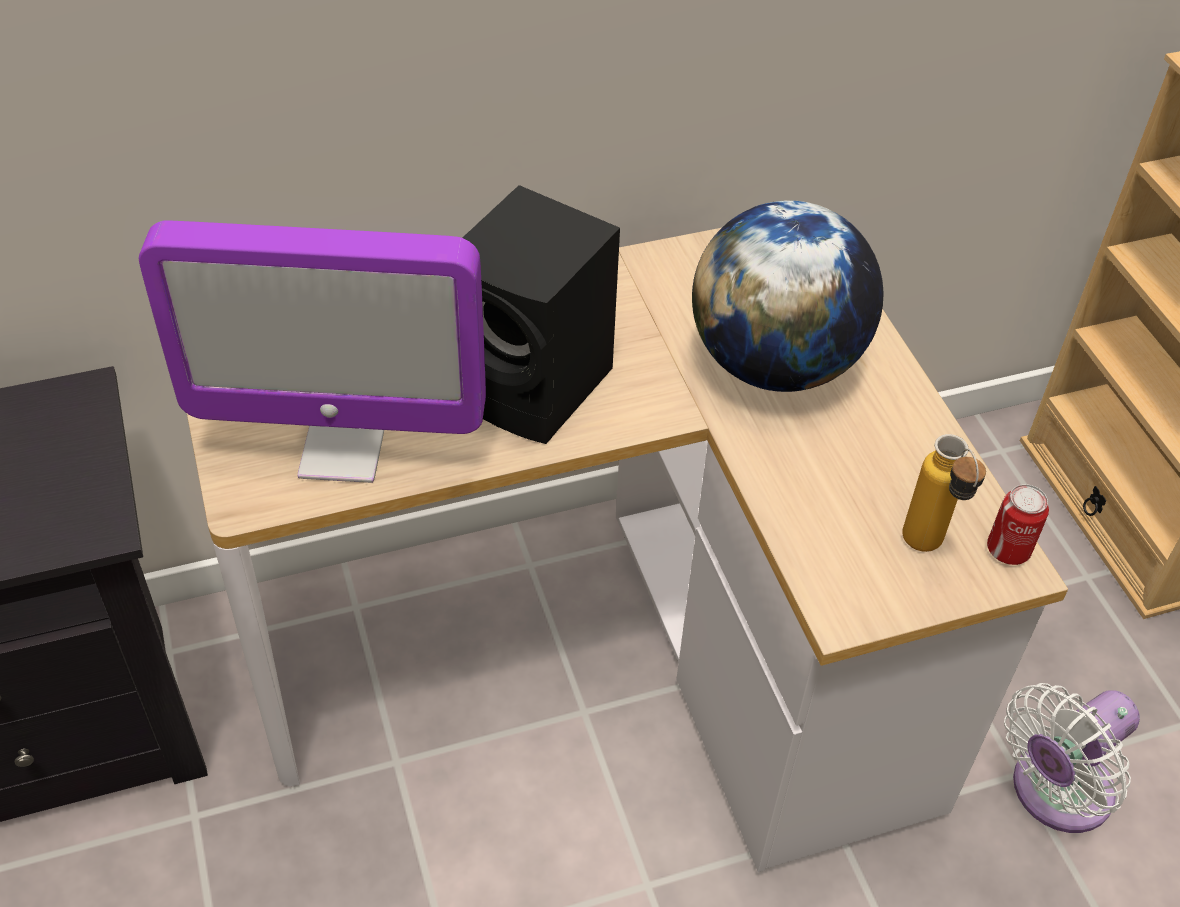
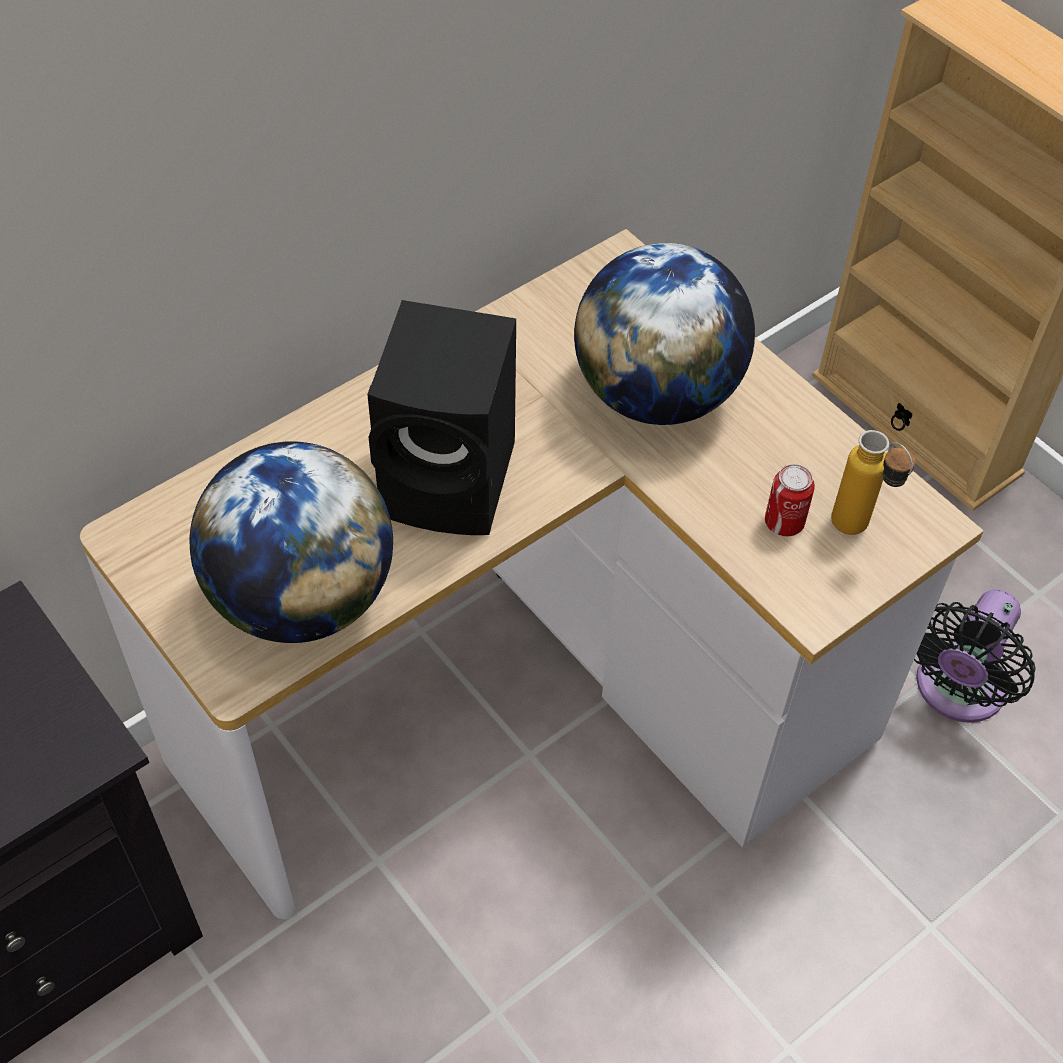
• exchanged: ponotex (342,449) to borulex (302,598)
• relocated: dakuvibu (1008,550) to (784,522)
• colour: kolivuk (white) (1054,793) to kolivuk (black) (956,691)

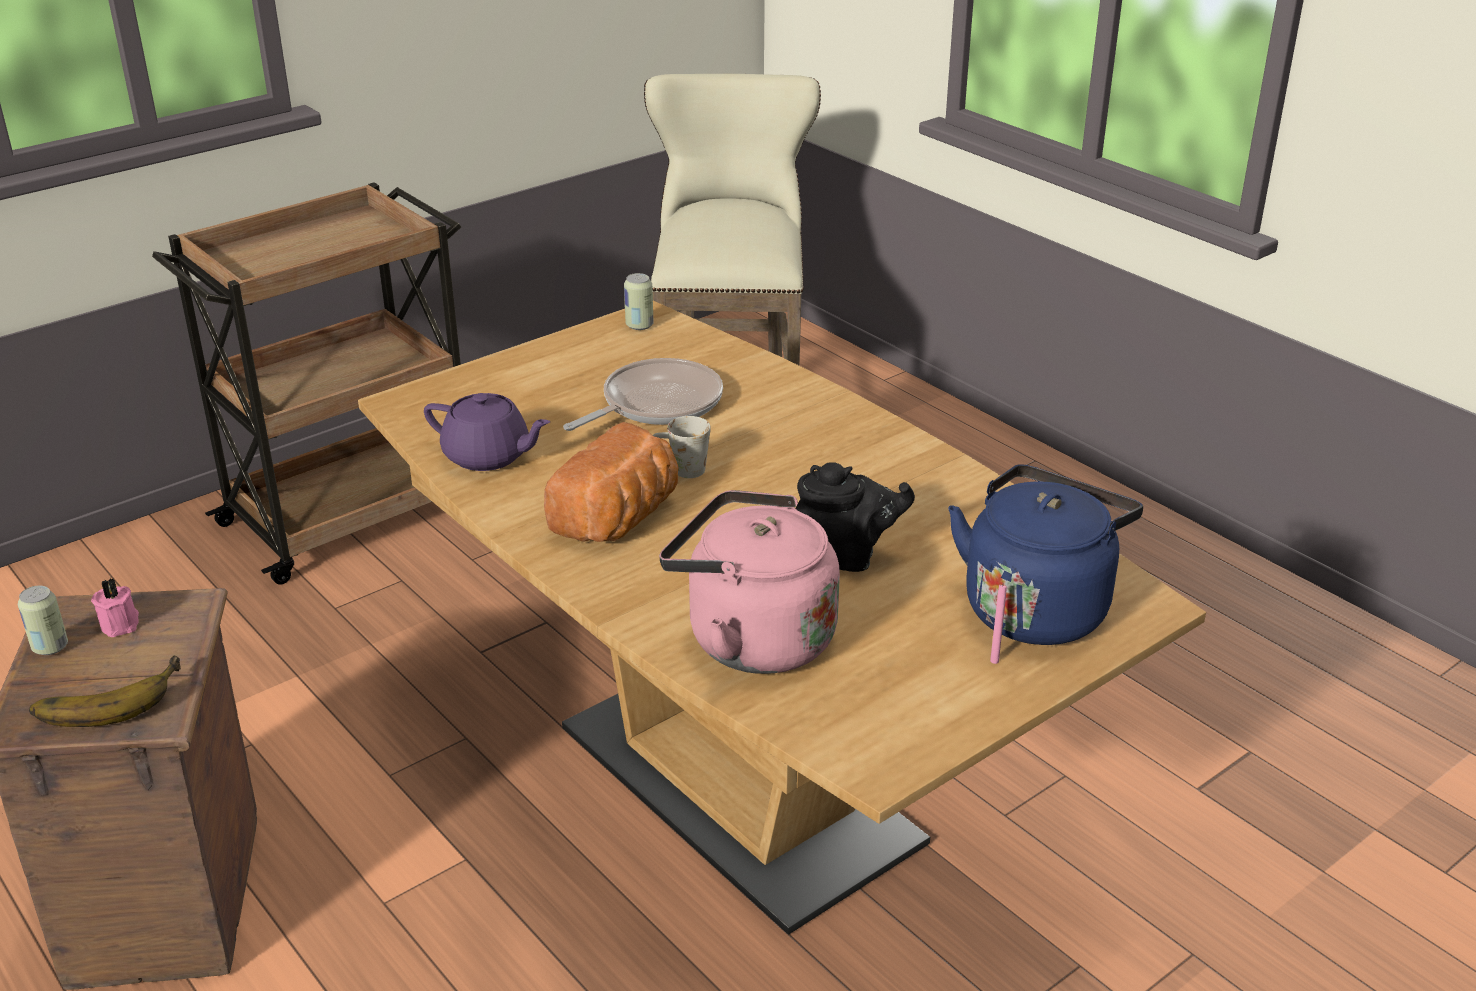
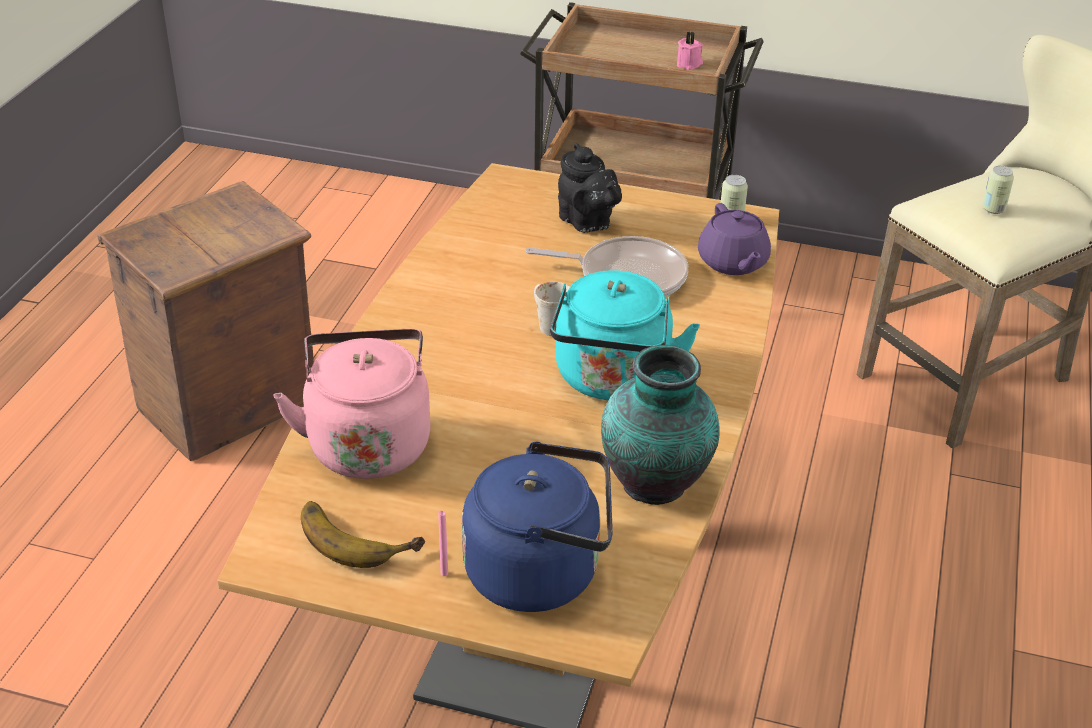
• relocated: dakuvibu (50,647) to (993,209)
• relocated: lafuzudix (107,698) to (358,534)
• relocated: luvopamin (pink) (121,624) to (689,64)
• relocated: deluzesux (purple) (488,456) to (733,263)
• missing: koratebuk (620,518)
• relocated: deluzesux (black) (845,559) to (587,223)
• appeared: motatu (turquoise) (612,380)
• appeared: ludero (657,484)

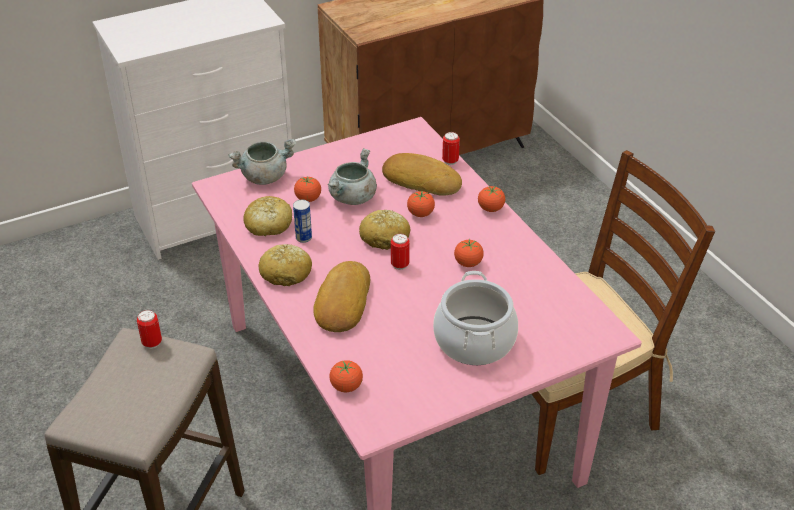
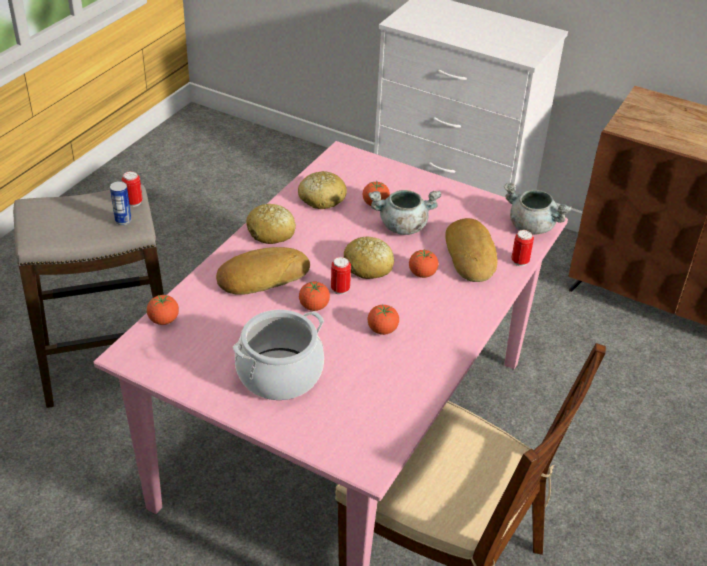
• relocated: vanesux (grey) (264,177) to (532,226)
• relocated: dakuvibu (303,238) to (123,221)
• relocated: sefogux (490,209) to (314,306)

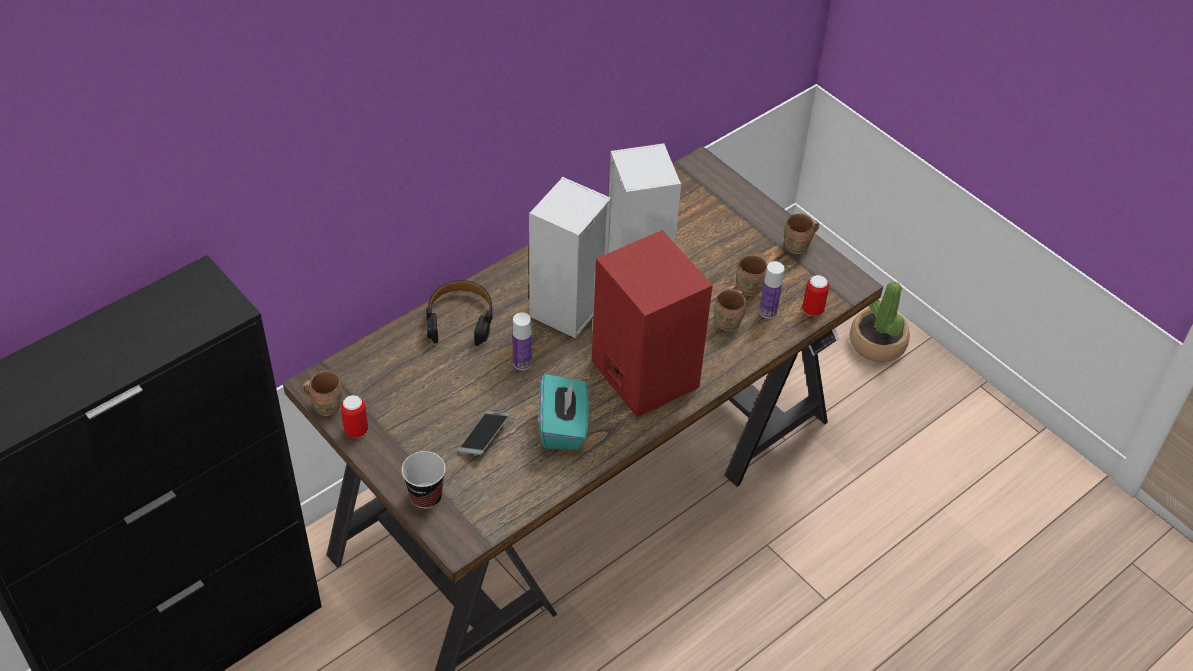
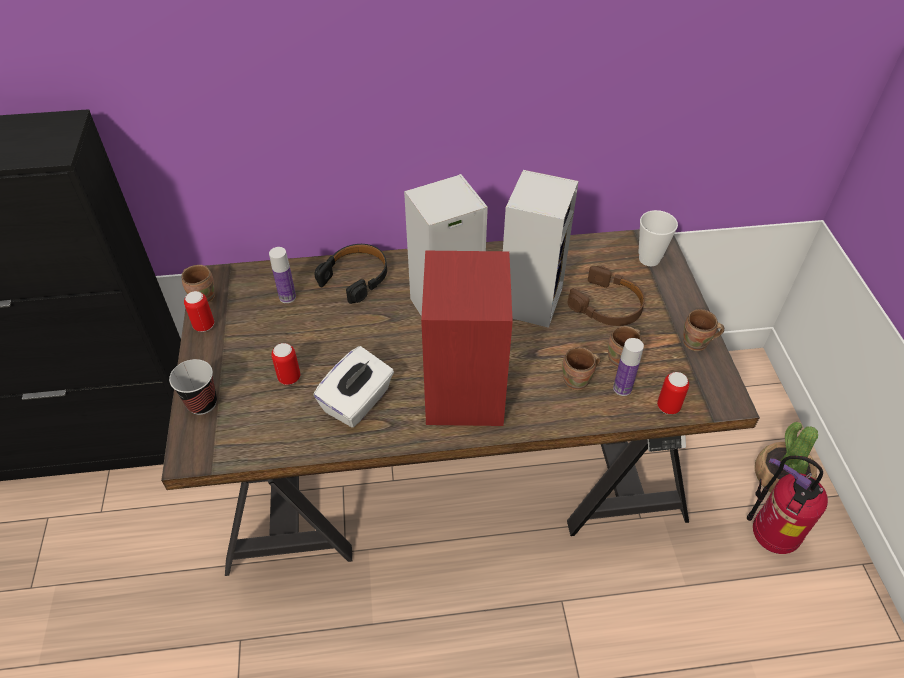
• exchanged: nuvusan (484,437) to dakuvibu (289,378)
• relocated: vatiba (522,363) to (287,297)
• colour: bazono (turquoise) (563,427) to bazono (white) (357,402)
• appeared: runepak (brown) (607,305)
• appeared: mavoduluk (649,259)
• appeared: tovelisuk (769,538)

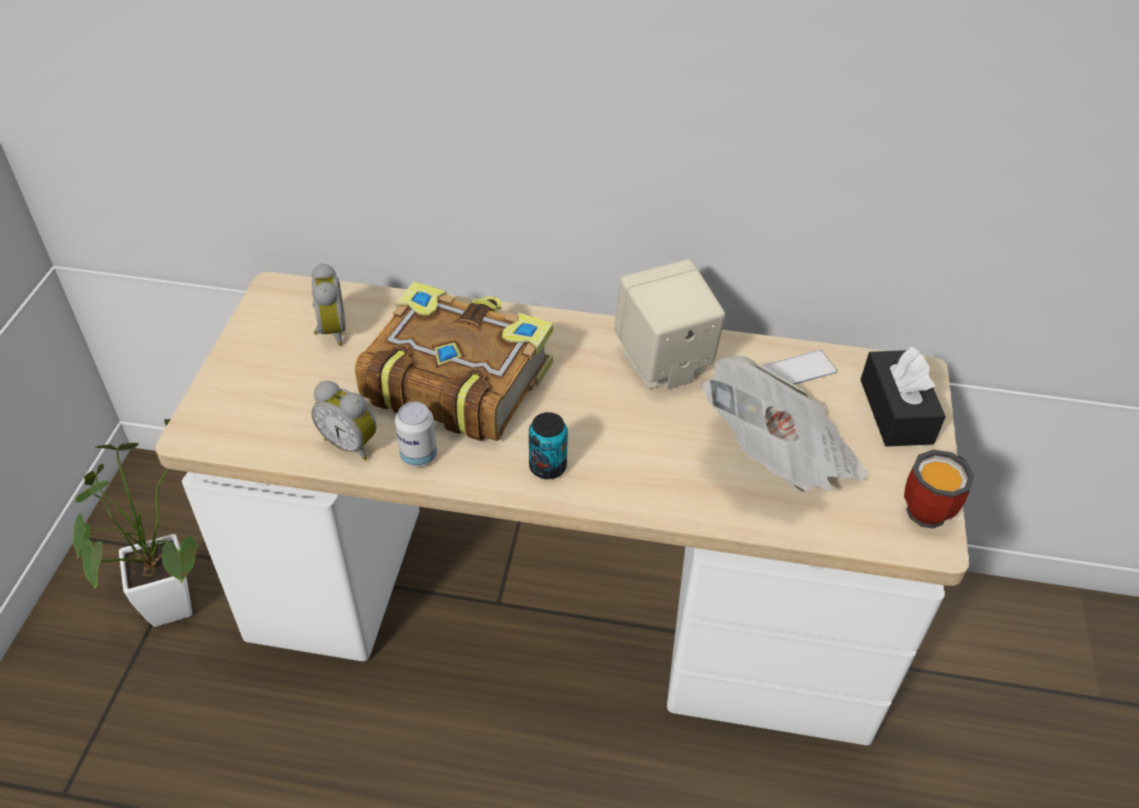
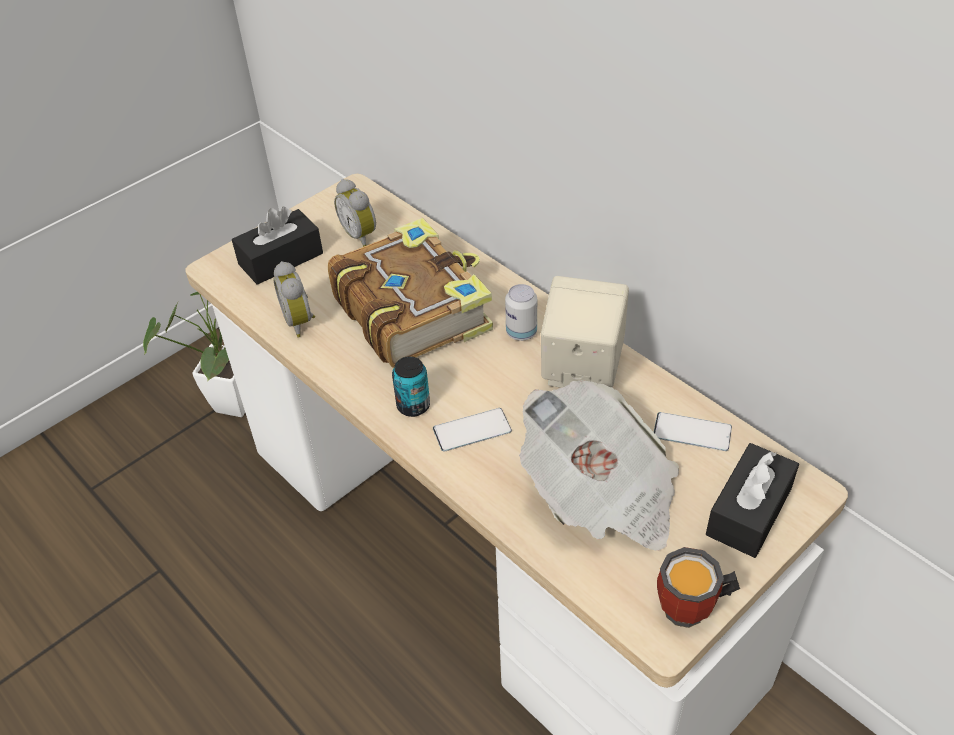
• spun: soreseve (330,331) = (361,235) 120 degrees clockwise
• relocated: dakuvibu (418,456) to (521,332)
• appeared: bazono (black) (281,259)
• appeared: nuvusan (472,430)

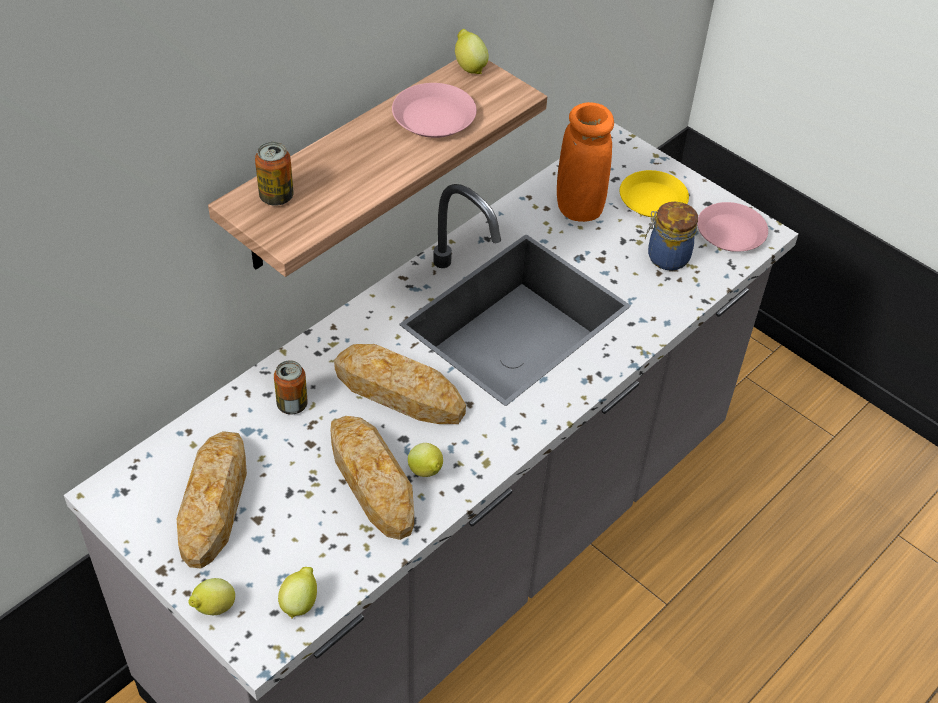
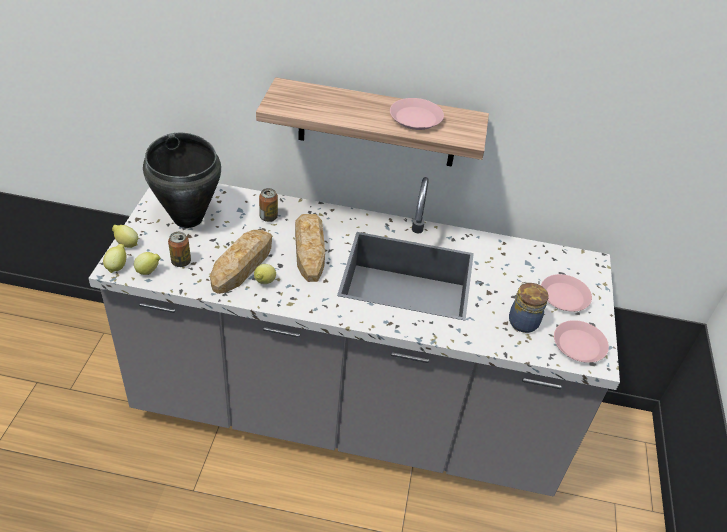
• exchanged: koratebuk (215,502) to vanesux (black) (188,218)
• relocated: dakuvibu (276,197) to (181,262)
• relocated: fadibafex (469,67) to (117,266)
• missing: ludero (orange) (579,208)
• colour: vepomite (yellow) (653,200) to vepomite (pink) (564,297)

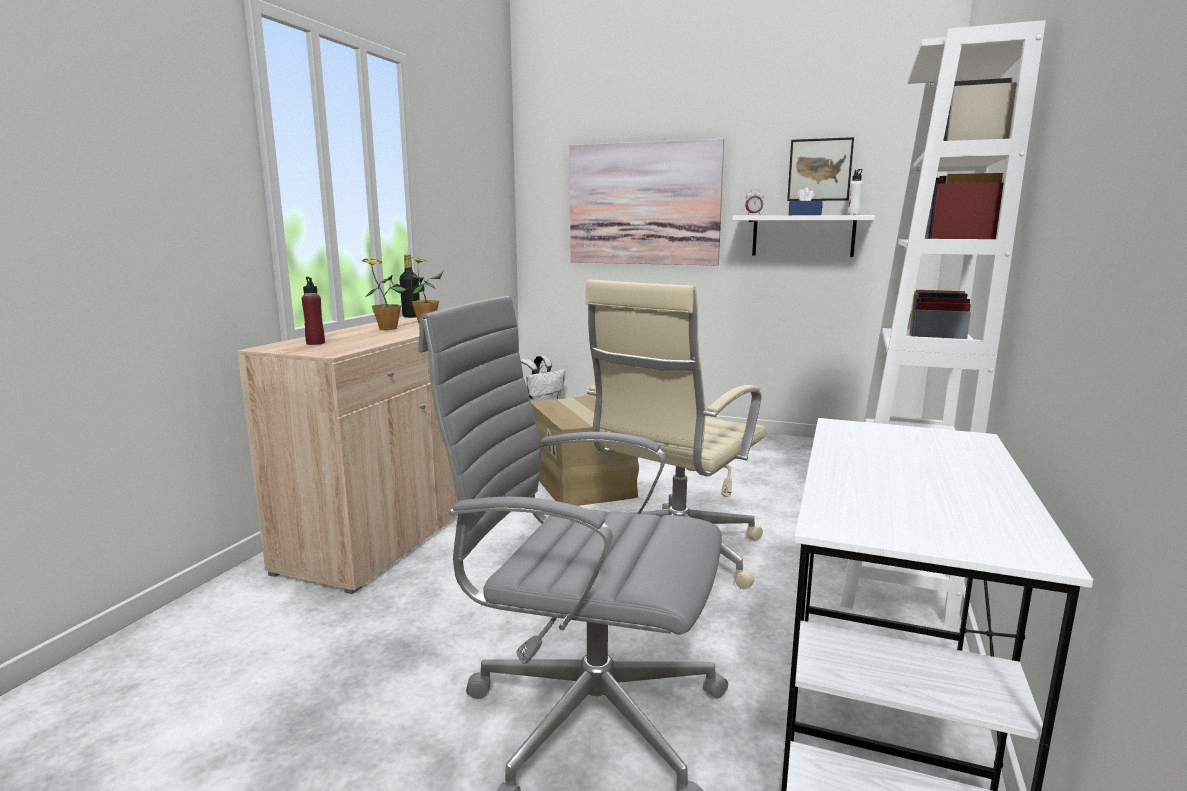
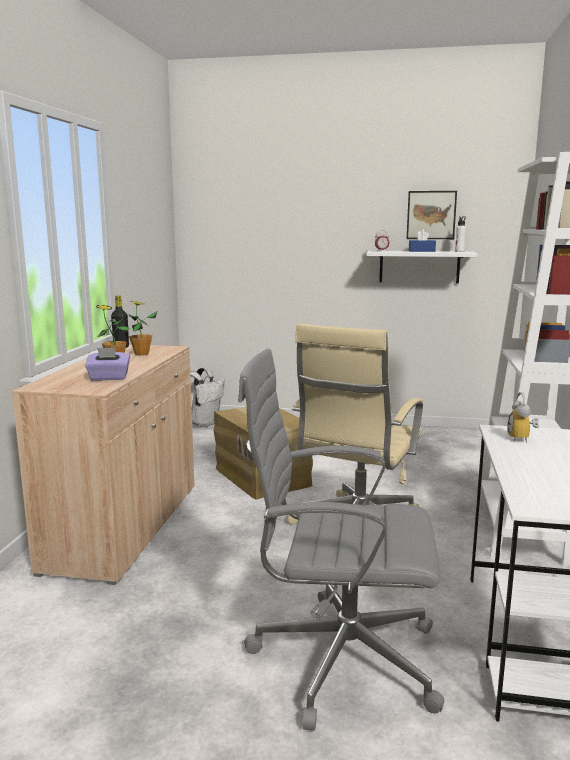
• missing: vatiba (red) (315,343)
• missing: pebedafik (643,204)
• appeared: bazono (purple) (109,378)
• appeared: soreseve (522,439)

